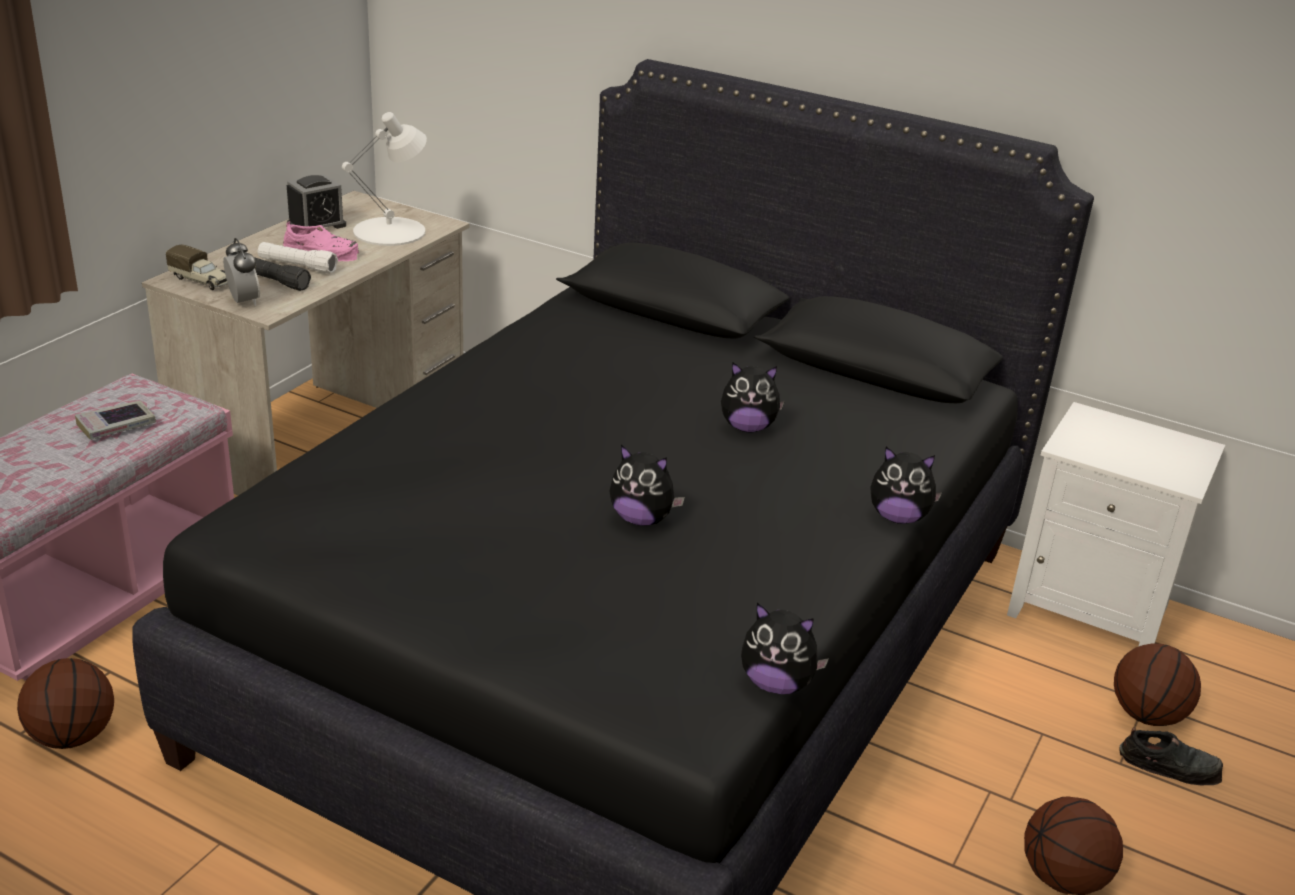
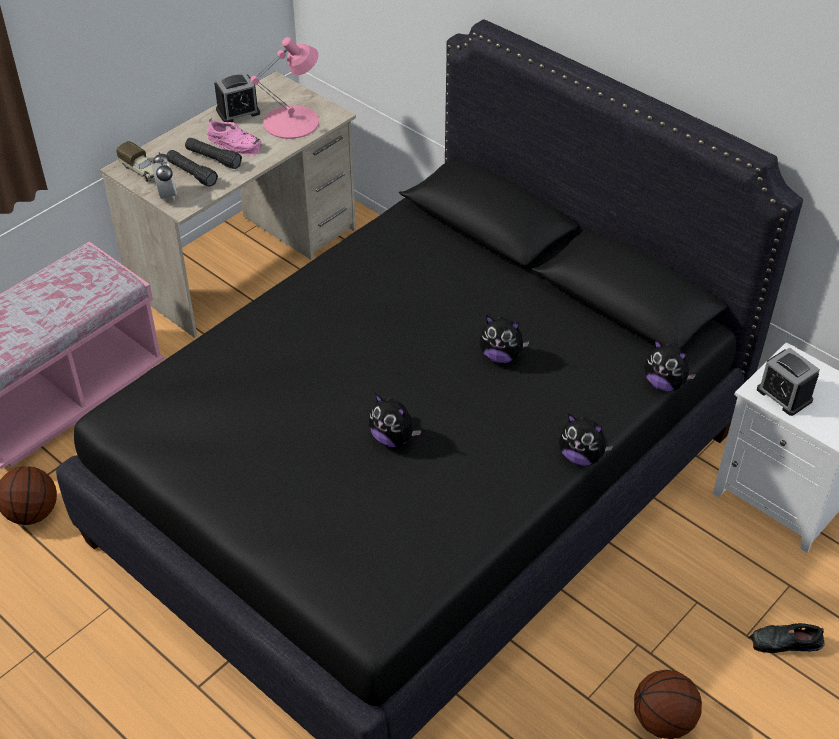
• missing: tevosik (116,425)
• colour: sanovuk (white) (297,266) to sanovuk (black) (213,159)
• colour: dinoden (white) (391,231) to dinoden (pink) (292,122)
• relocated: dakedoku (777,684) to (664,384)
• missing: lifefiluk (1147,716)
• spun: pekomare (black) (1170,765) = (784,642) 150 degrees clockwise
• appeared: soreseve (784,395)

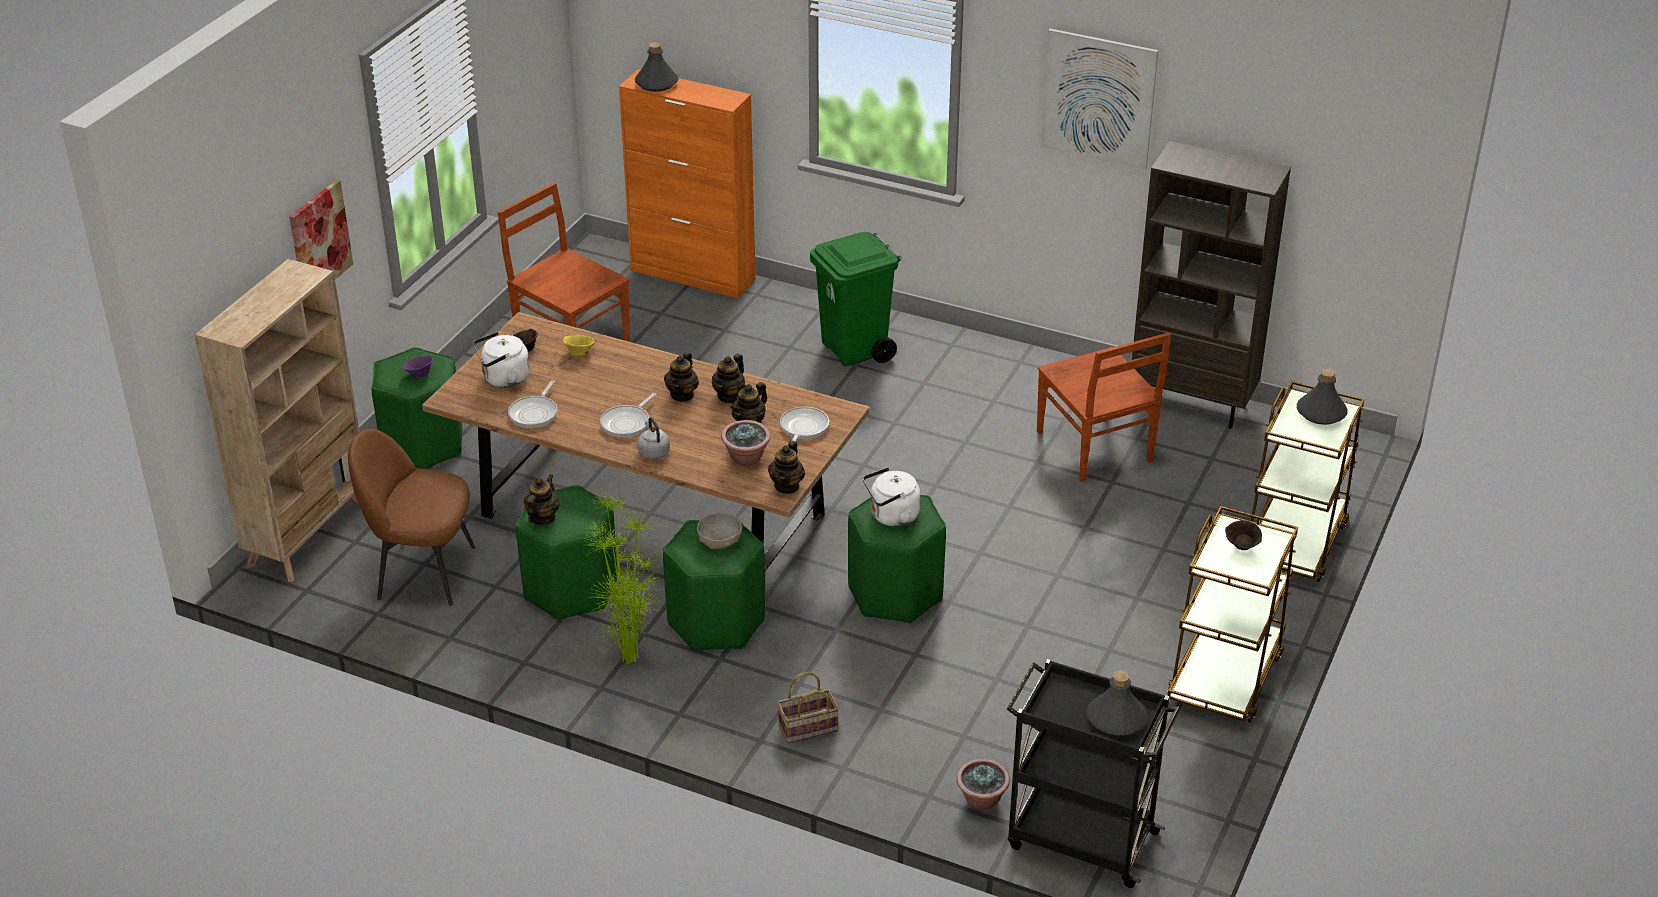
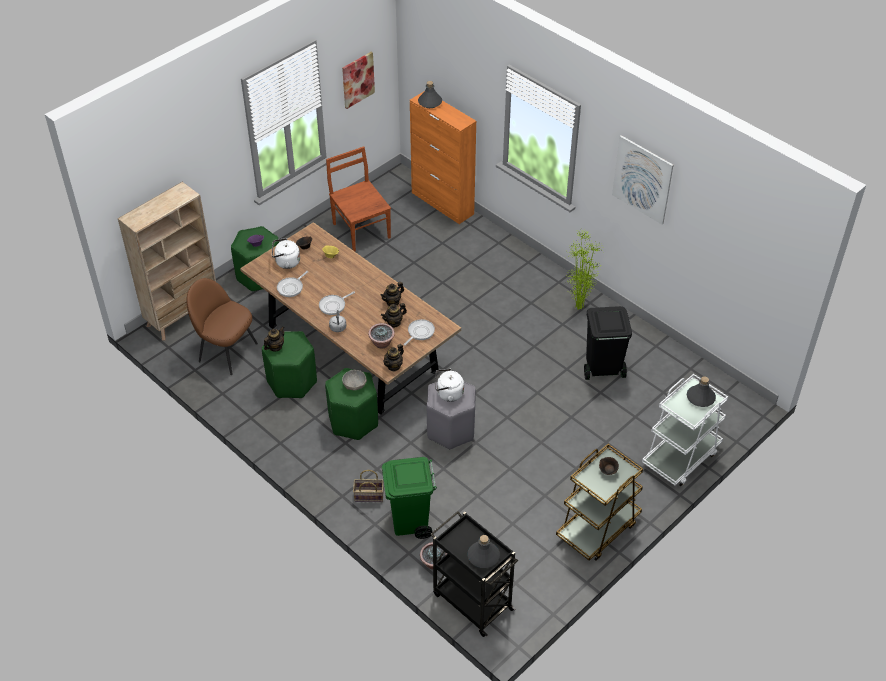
• relocated: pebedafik (319,240) to (358,79)
• relocated: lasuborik (627,659) to (578,307)
• missing: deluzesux (682,395)
• relocated: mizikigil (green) (855,350) to (410,522)
• colour: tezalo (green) (894,595) to tezalo (grey) (450,430)
• exchanged: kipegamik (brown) (1095,448) to mizikigil (black) (602,369)
• missing: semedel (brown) (1193,403)
• colour: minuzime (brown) (1294,542) to minuzime (white) (680,457)

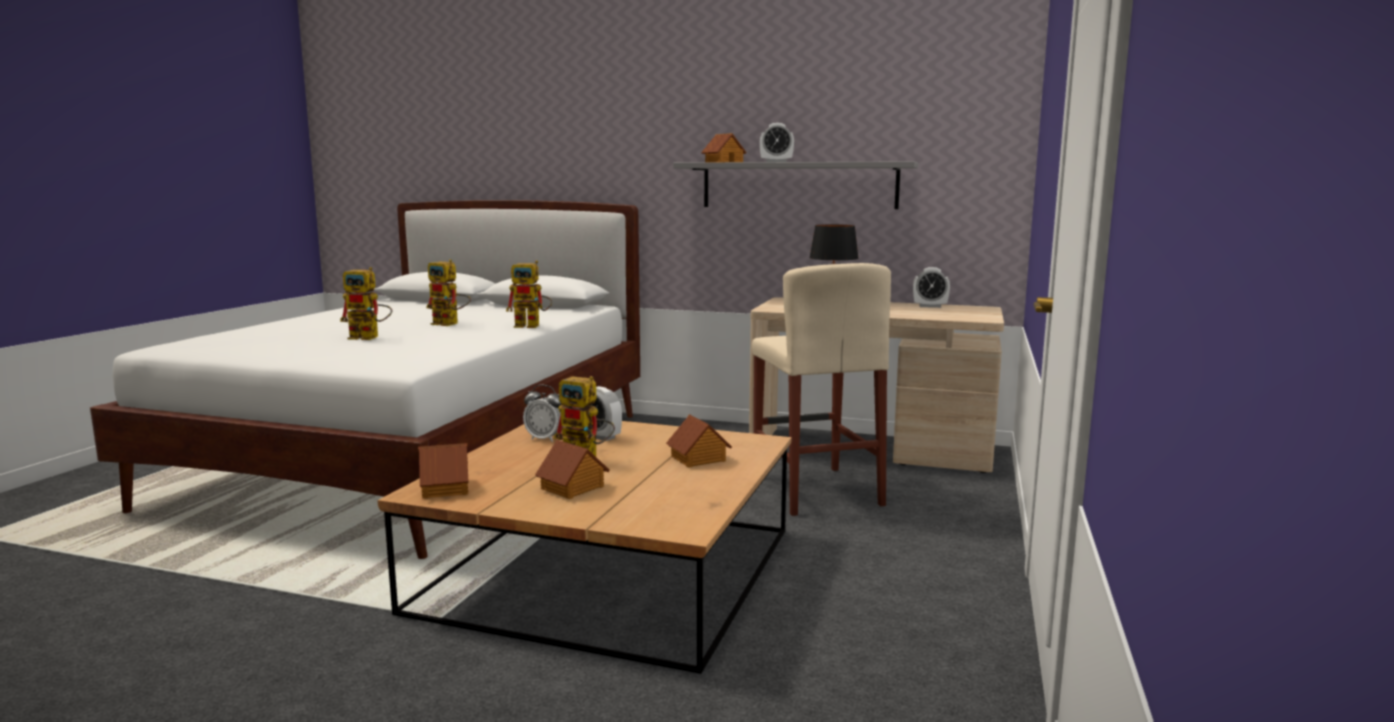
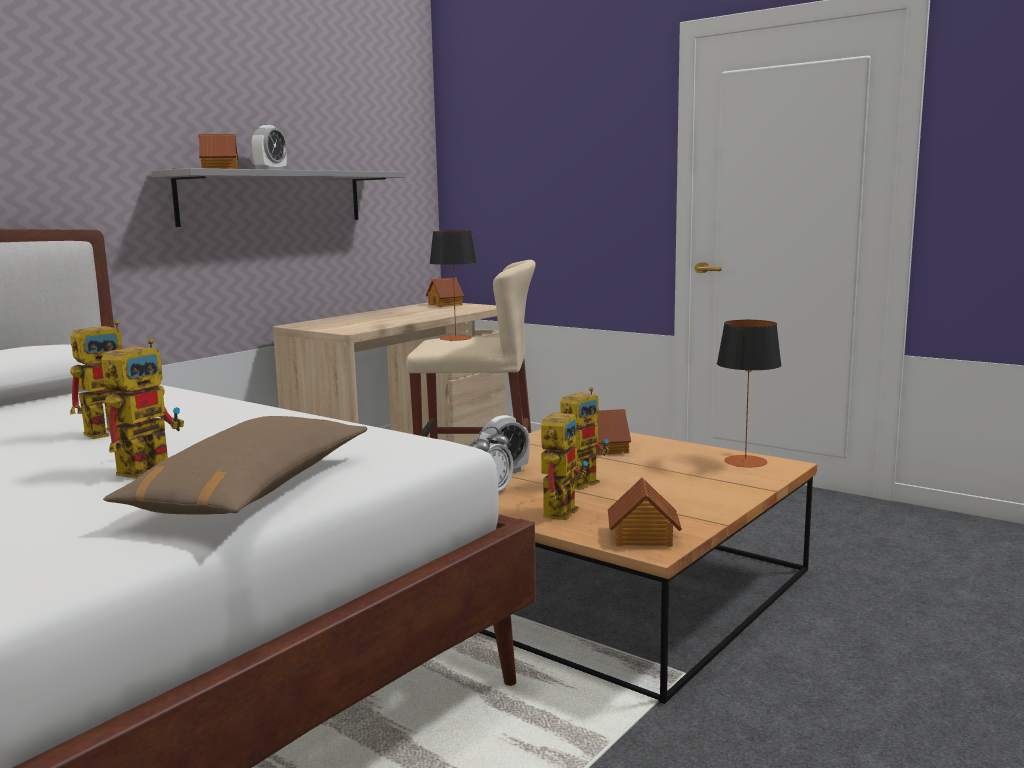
• relocated: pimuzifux (533,326) to (560,509)
• relocated: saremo (573,487) to (445,304)
• missing: soreseve (930,306)
• appeared: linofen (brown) (252,491)
• appeared: dinoden (745,461)

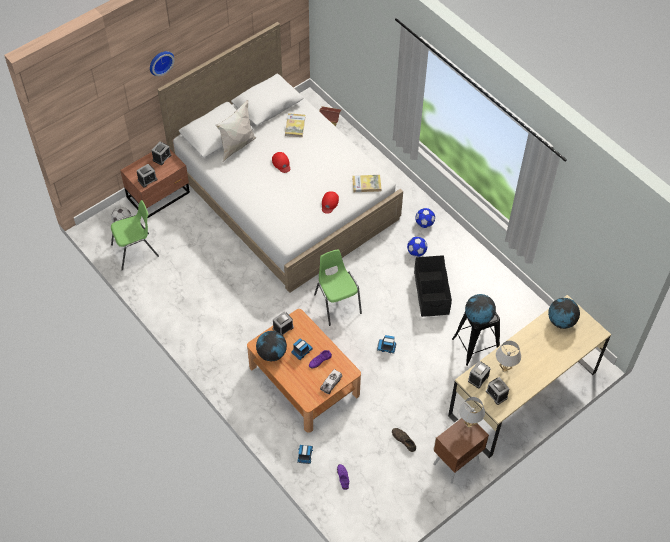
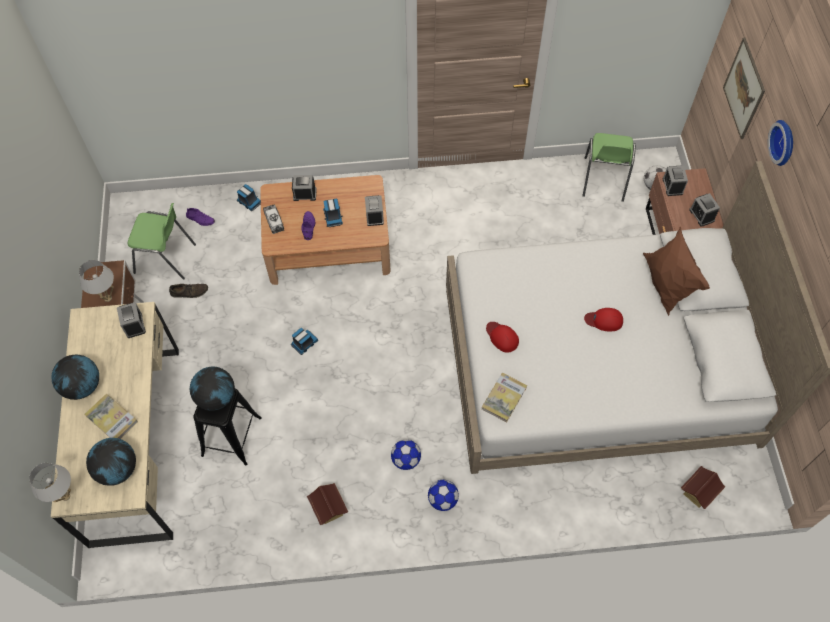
• colour: linofen (white) (237,146) to linofen (brown) (665,287)
• relocated: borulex (272,353) to (83,386)
• relocated: tevosik (295,126) to (112,419)
• relocated: kipegamik (green) (337,303) to (166,258)
• missing: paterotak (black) (431,293)
• relocated: soreseve (496,394) to (304,194)
• relocated: dinoden (white) (504,369) to (65,496)
• appeared: saremo (328,509)
• appeared: pebedafik (744,89)

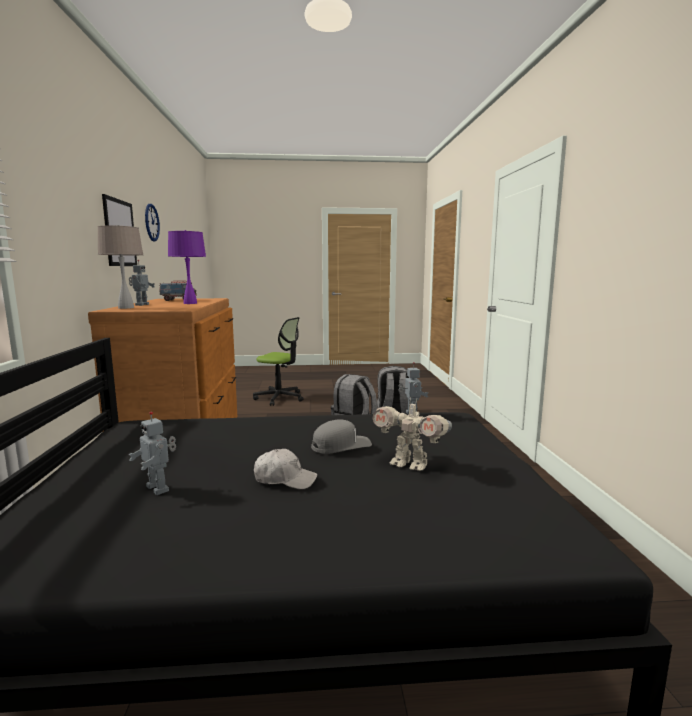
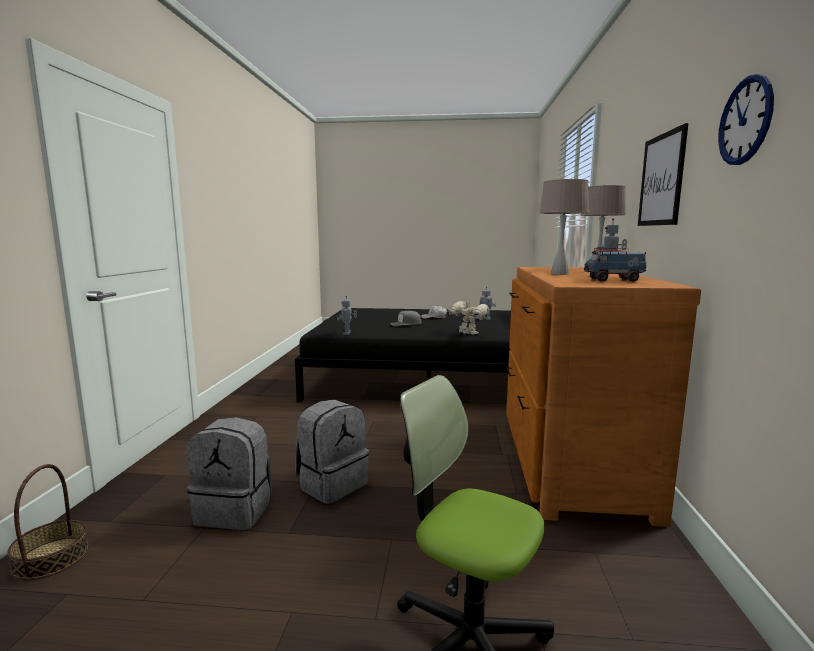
• colour: dinoden (purple) (190,303) to dinoden (beige) (559,274)
• relocated: pimuzifux (410,464) to (467,333)
• appeared: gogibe (51,558)

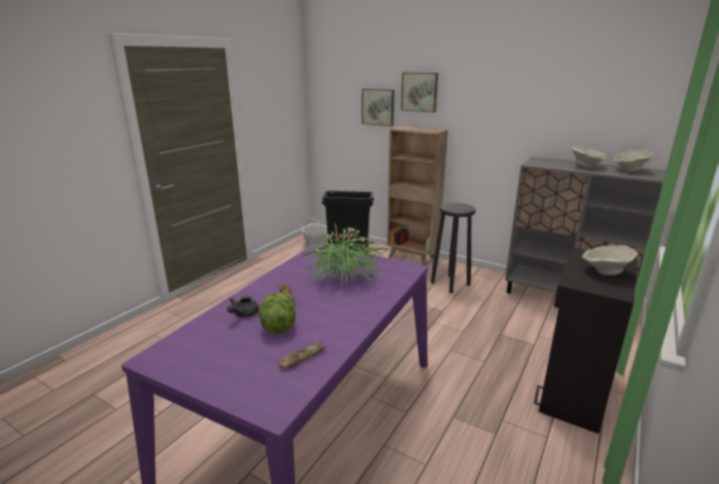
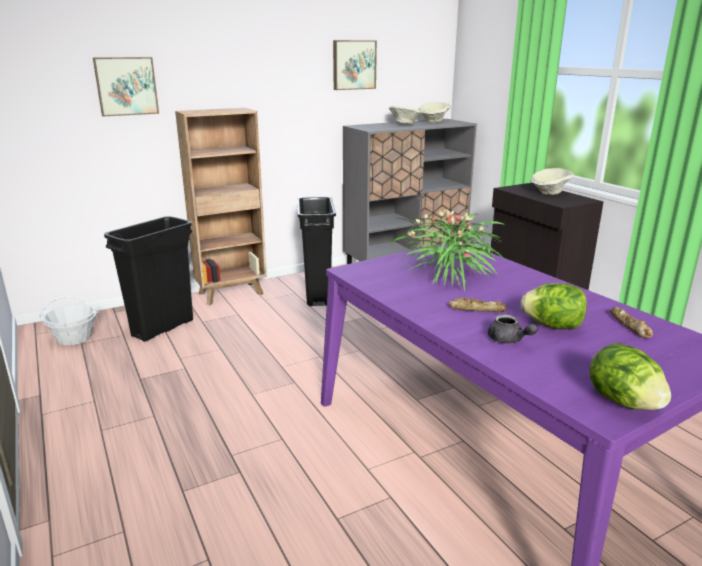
• relocated: pebedafik (419,92) to (353,65)
• exchanged: tezalo (black) (450,283) to mizikigil (black) (317,295)
• appeared: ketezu (623,402)

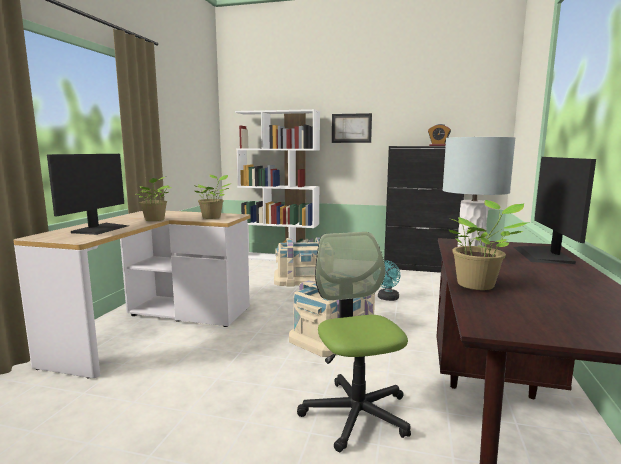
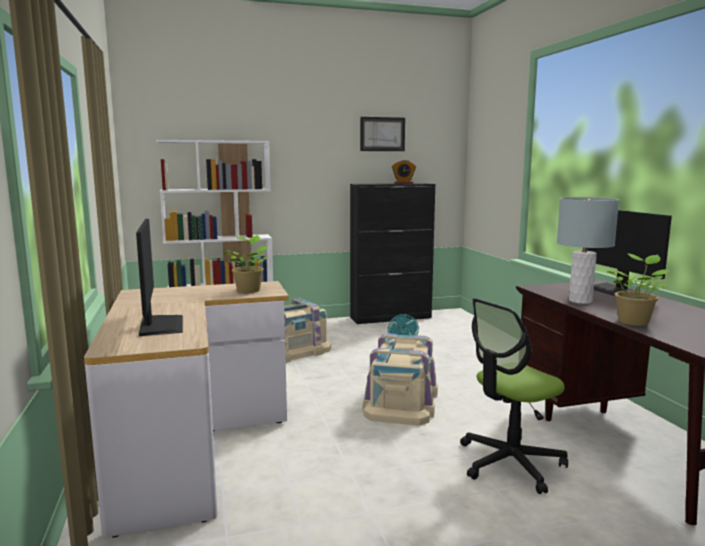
• missing: lasuborik (155,220)
• spun: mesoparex (356,414) = (510,463) 75 degrees counterclockwise
• relocated: pebedafik (351,128) to (382,134)

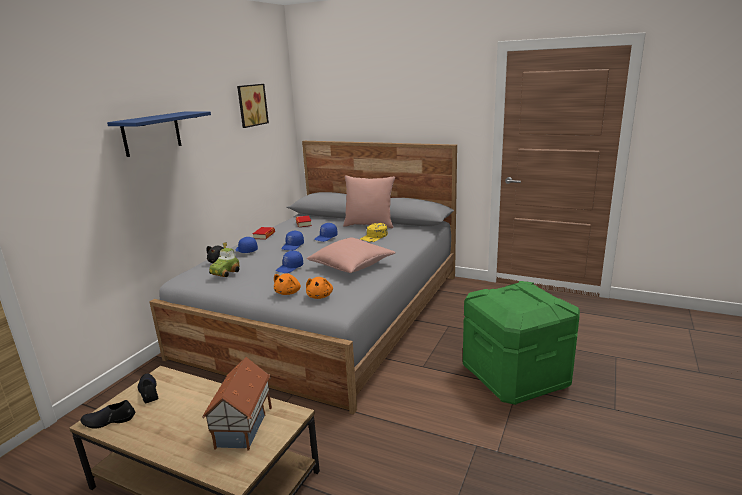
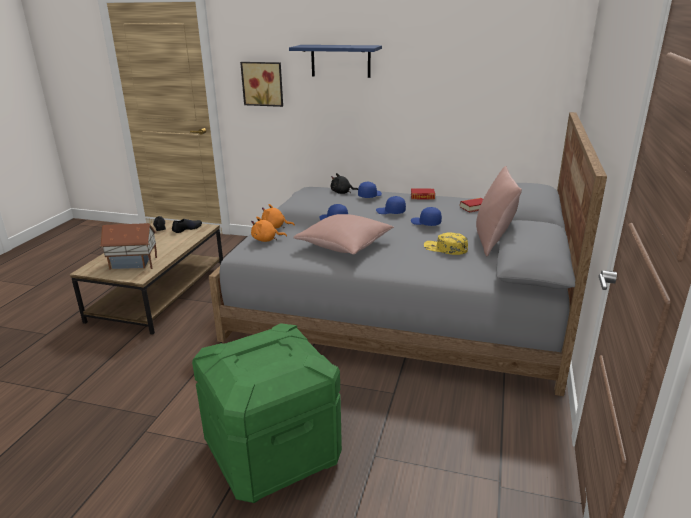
• missing: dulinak (225,273)
• relocated: pebedafik (251,105) to (263,83)

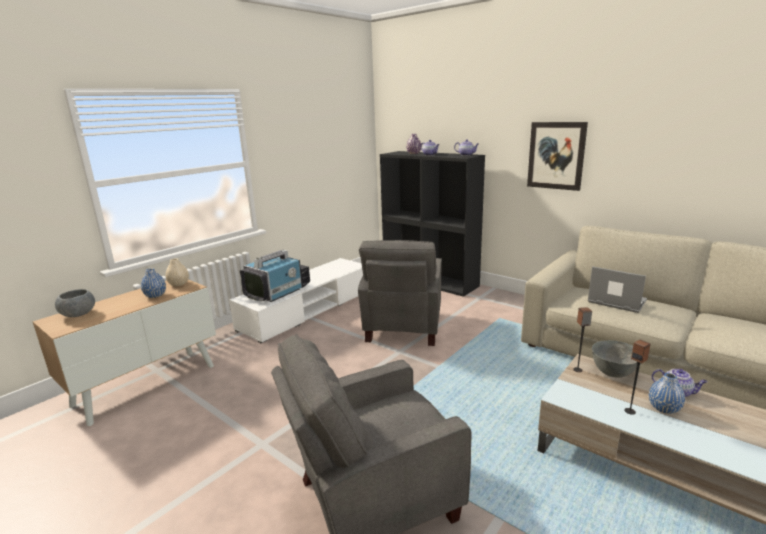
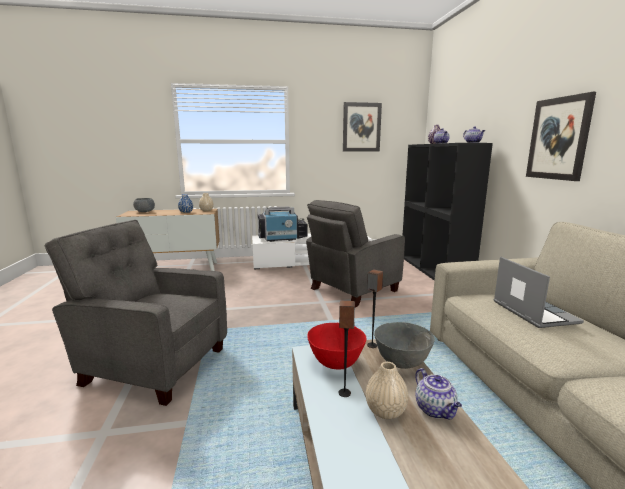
• colour: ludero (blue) (664,408) to ludero (beige) (385,411)
• appeared: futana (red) (336,363)
• appeared: pebedafik (361,127)

